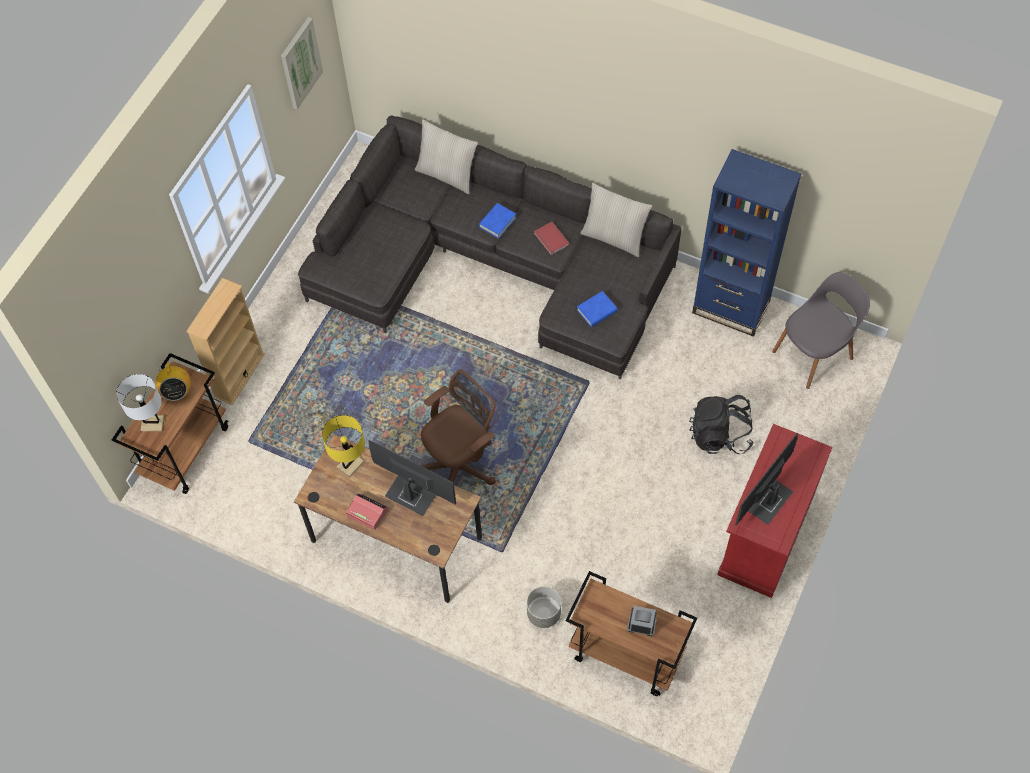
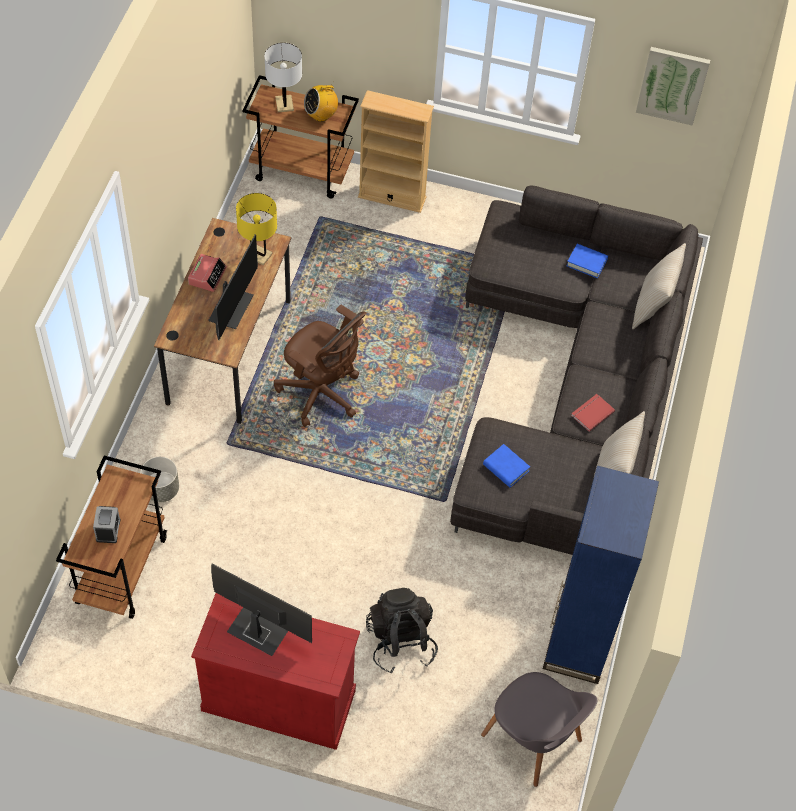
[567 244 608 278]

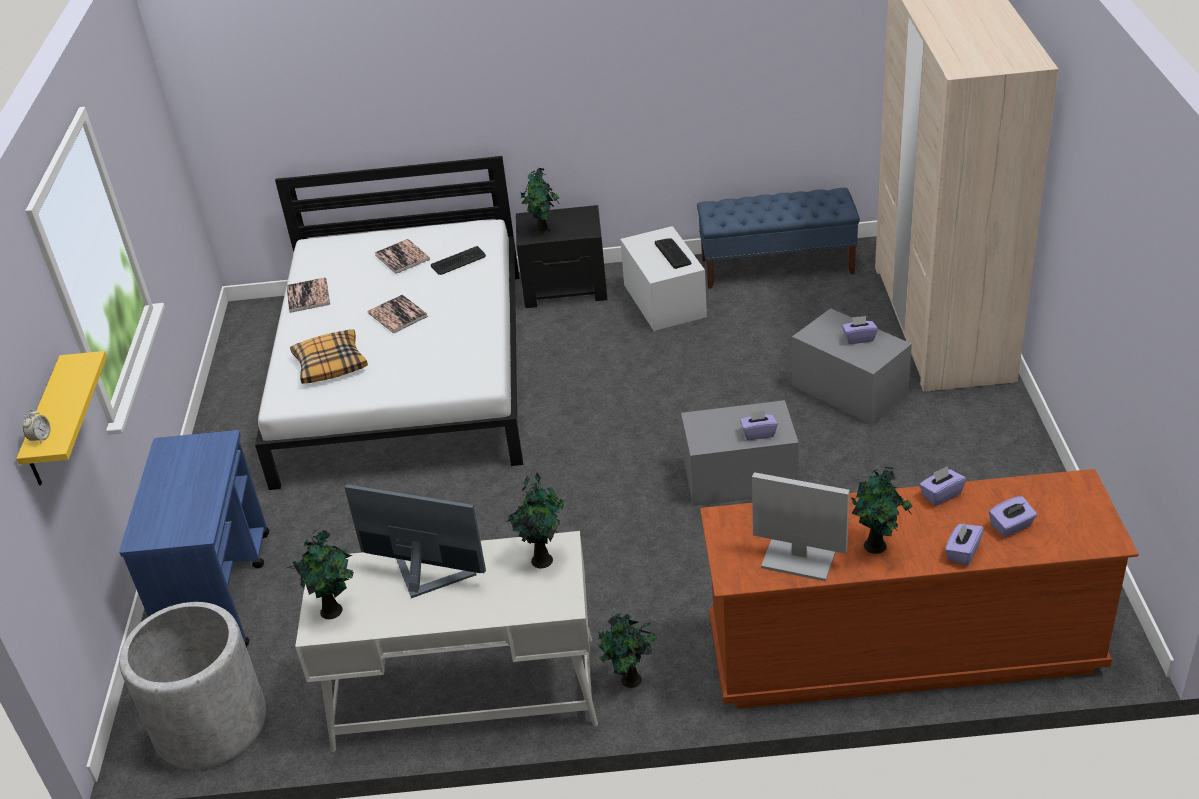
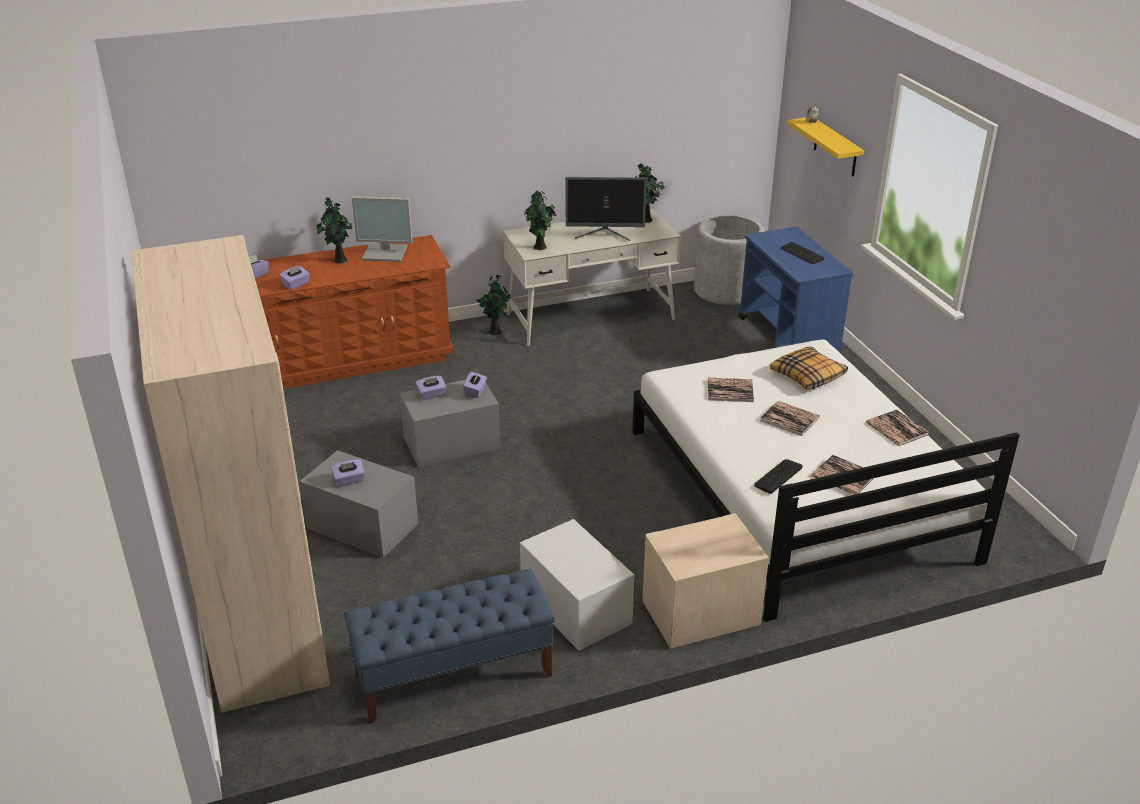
[463 371 487 398]
[642 513 769 649]
[708 378 754 402]
[781 242 824 264]
[521 168 559 235] (first image)

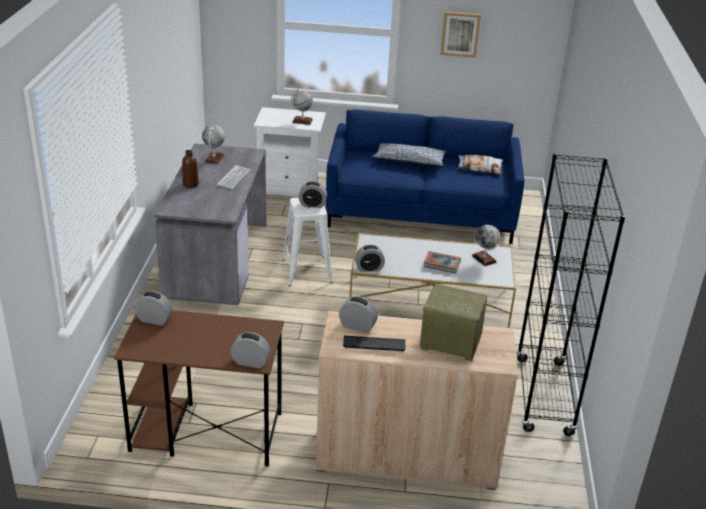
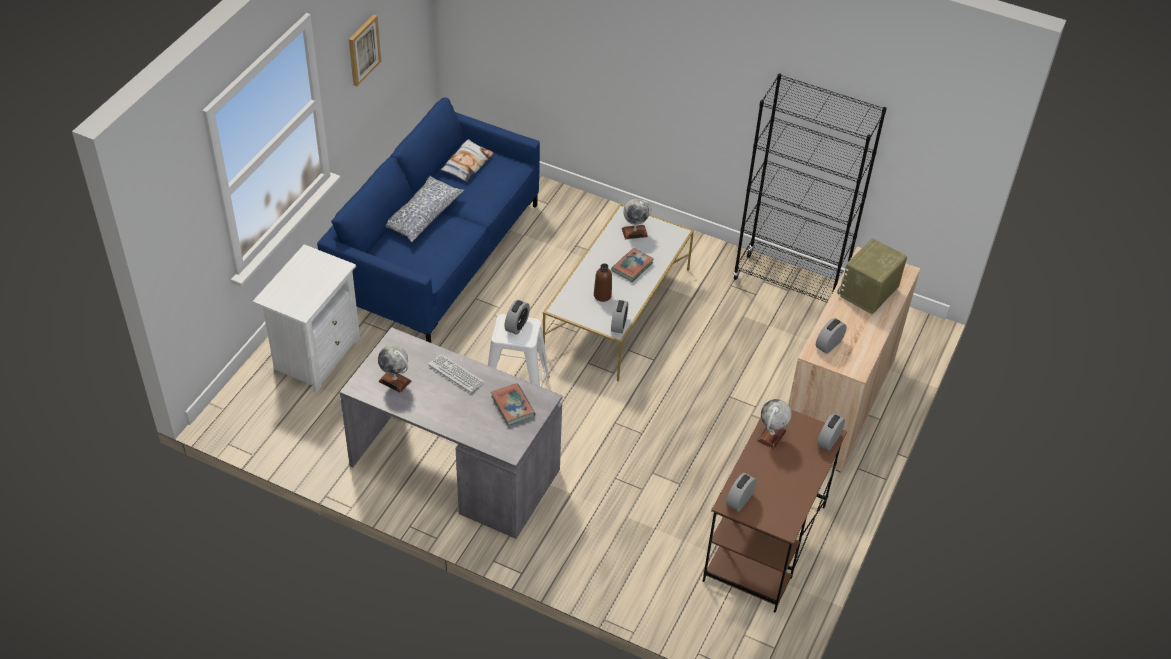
[491 383 535 426]
[594 263 612 302]
[757 399 792 449]
[343 336 405 352] (first image)

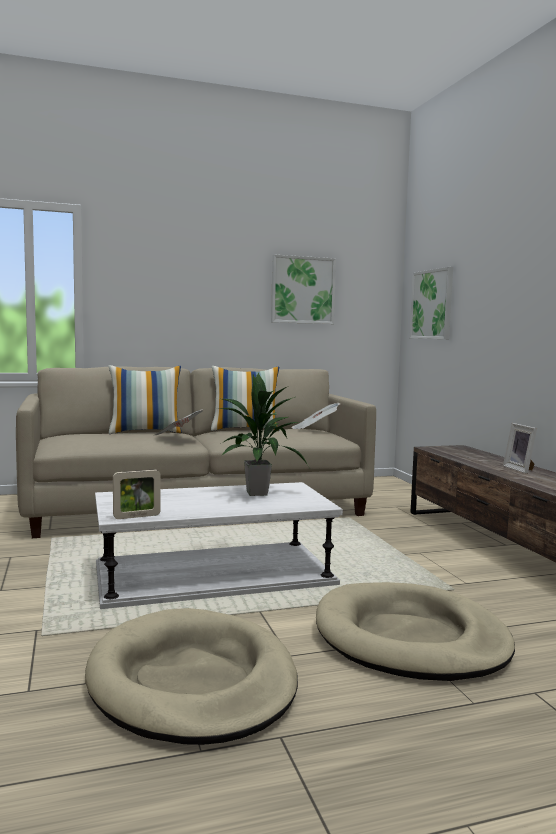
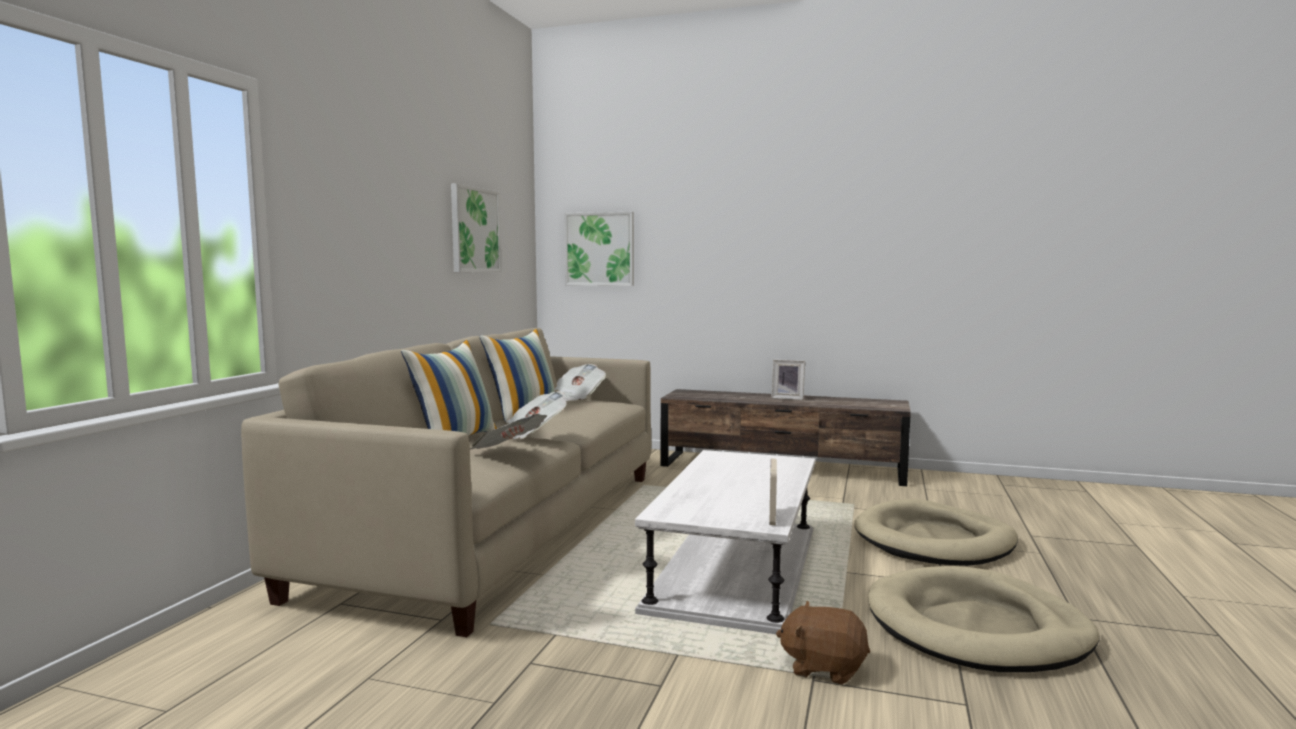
[470 414 547 450]
[776 601 870 685]
[218 372 309 496] (first image)

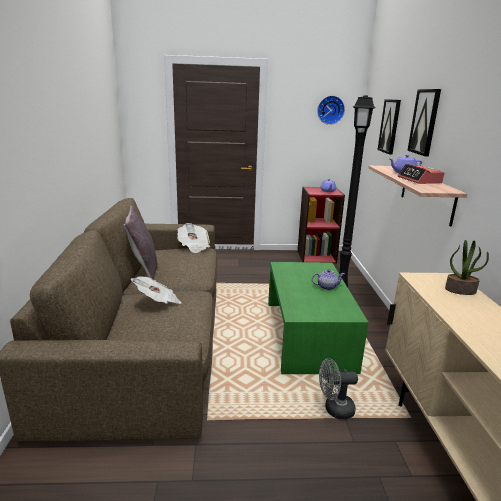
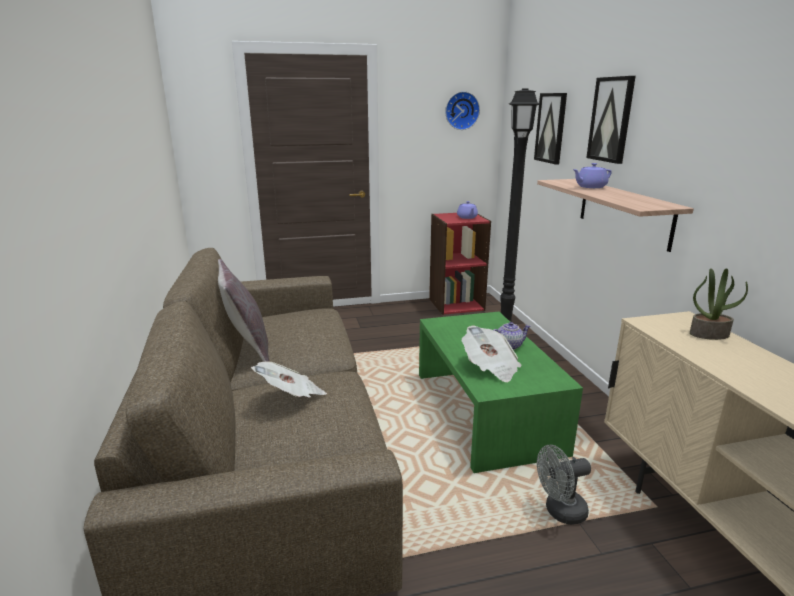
[462 325 521 382]
[398 164 444 184] (first image)

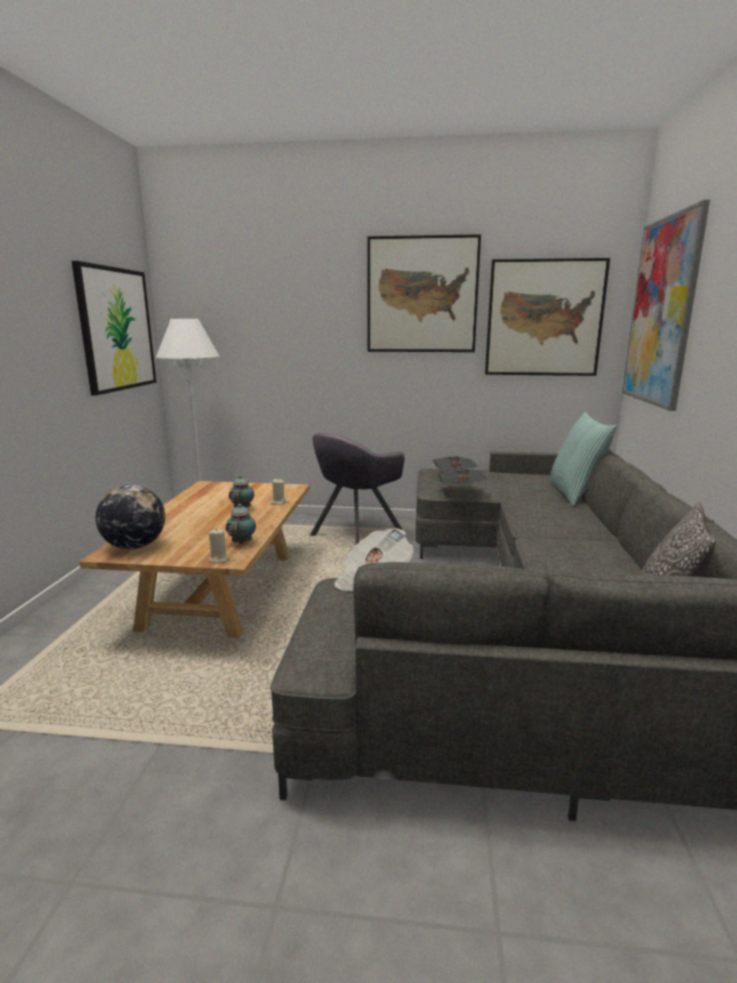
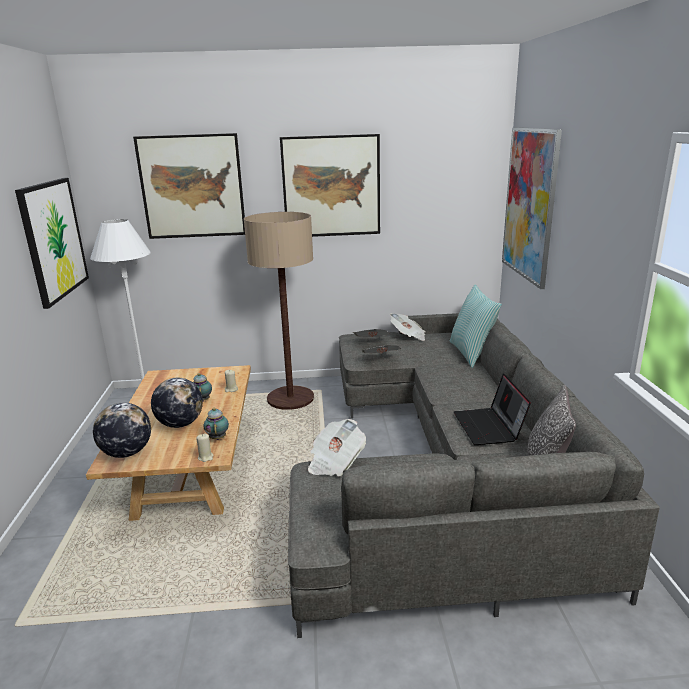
[133 133 245 239]
[151 378 203 428]
[244 212 314 410]
[390 313 425 341]
[454 373 531 445]

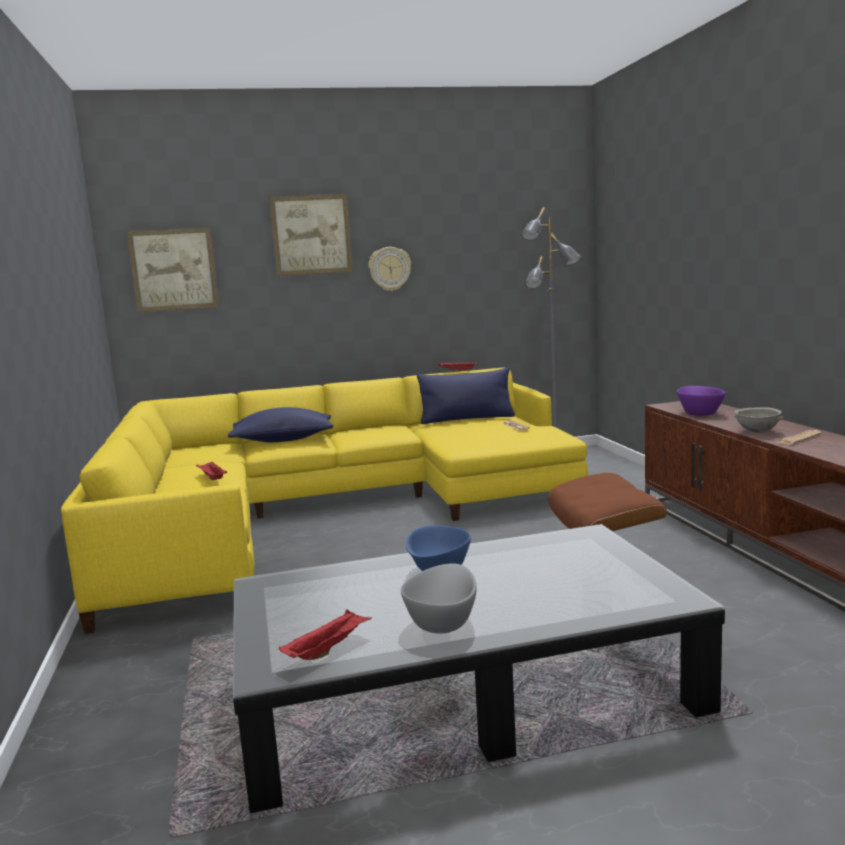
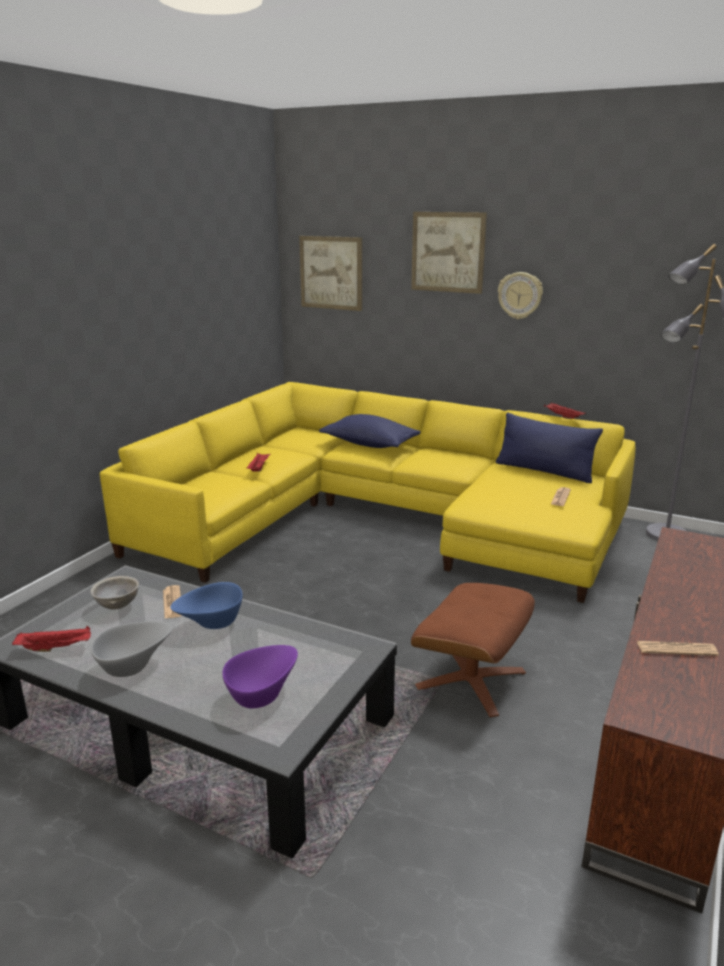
[90 576 139 609]
[163 585 182 618]
[222 645 298 708]

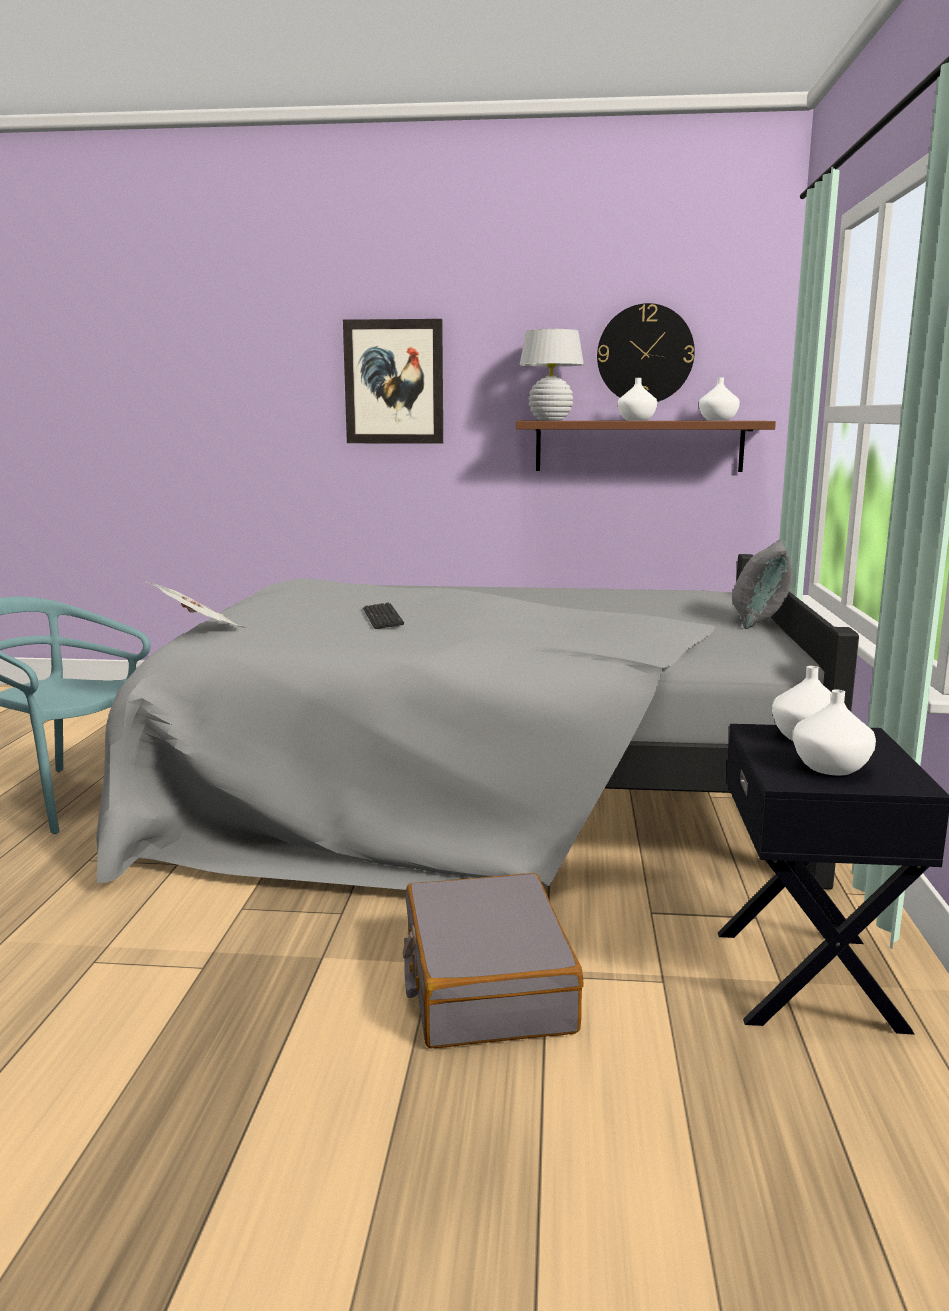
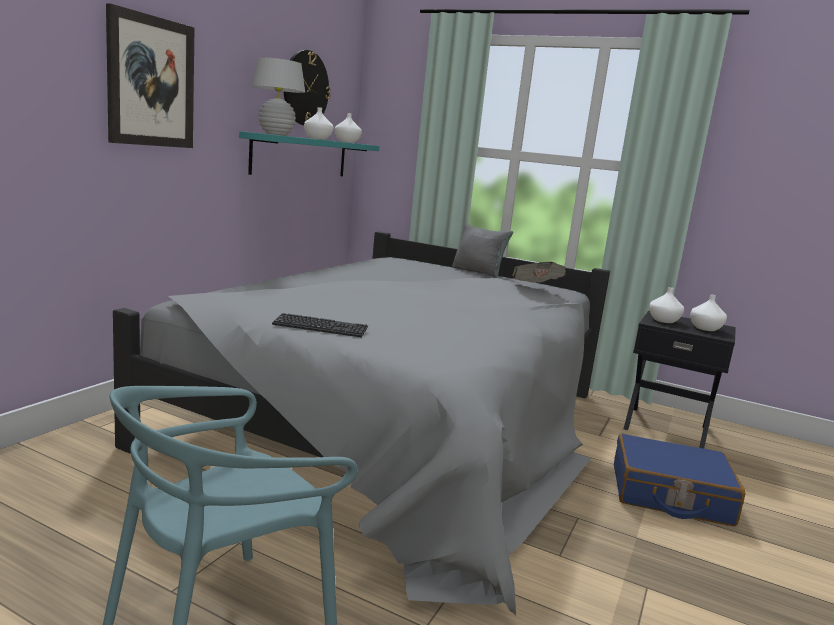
[239 131 379 176]
[272 313 368 337]
[513 262 566 283]
[614 434 746 526]

